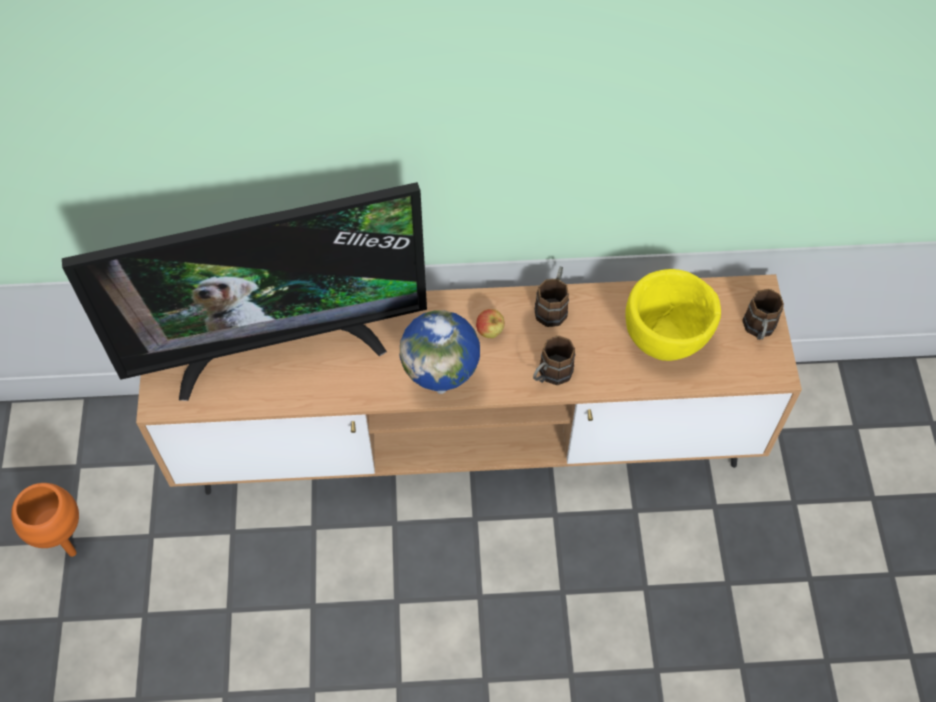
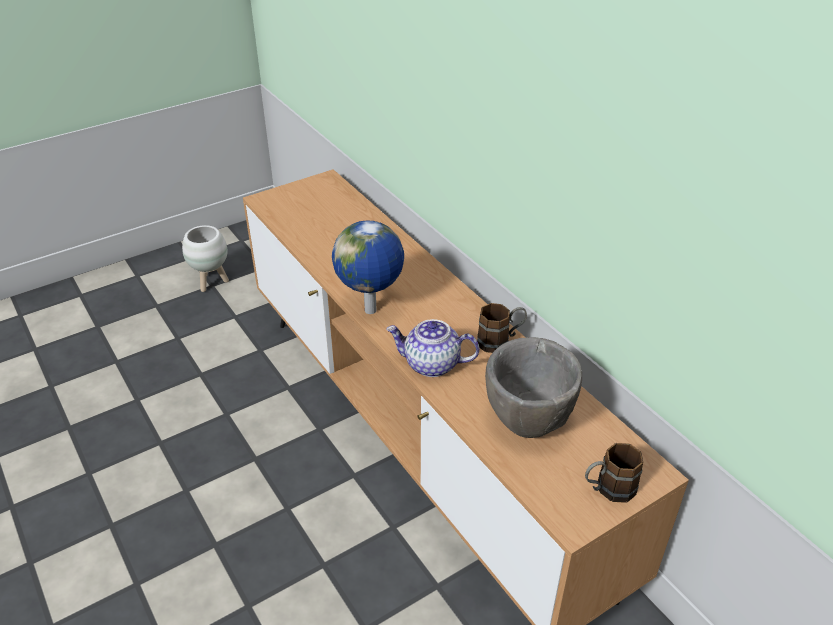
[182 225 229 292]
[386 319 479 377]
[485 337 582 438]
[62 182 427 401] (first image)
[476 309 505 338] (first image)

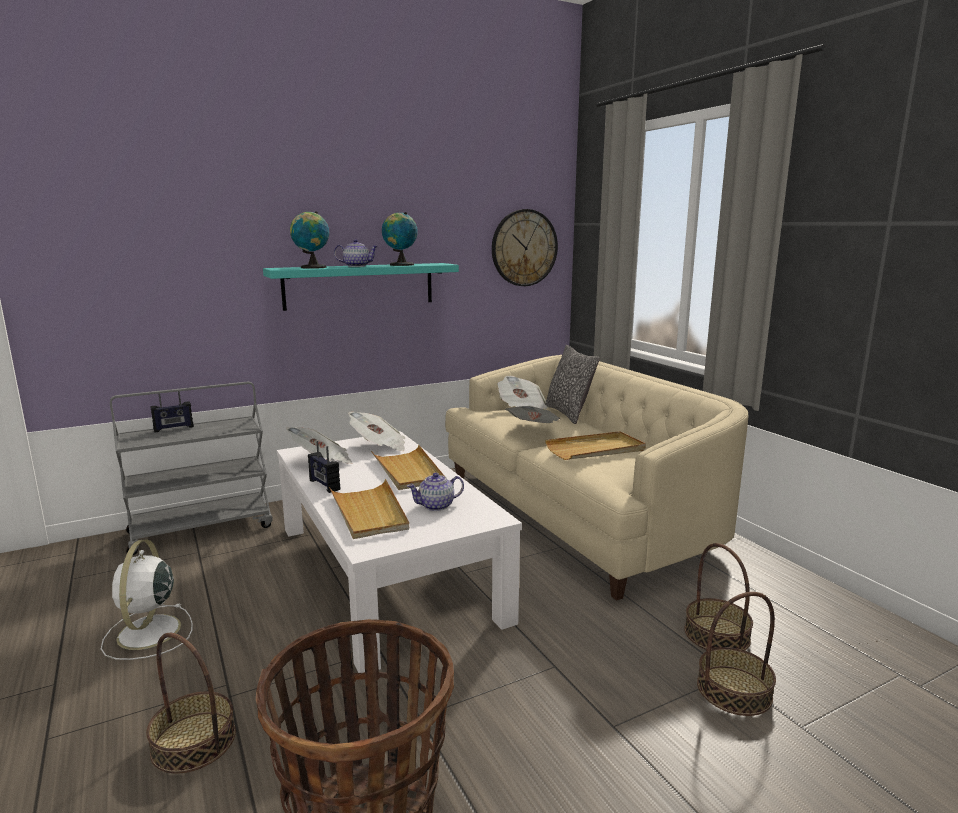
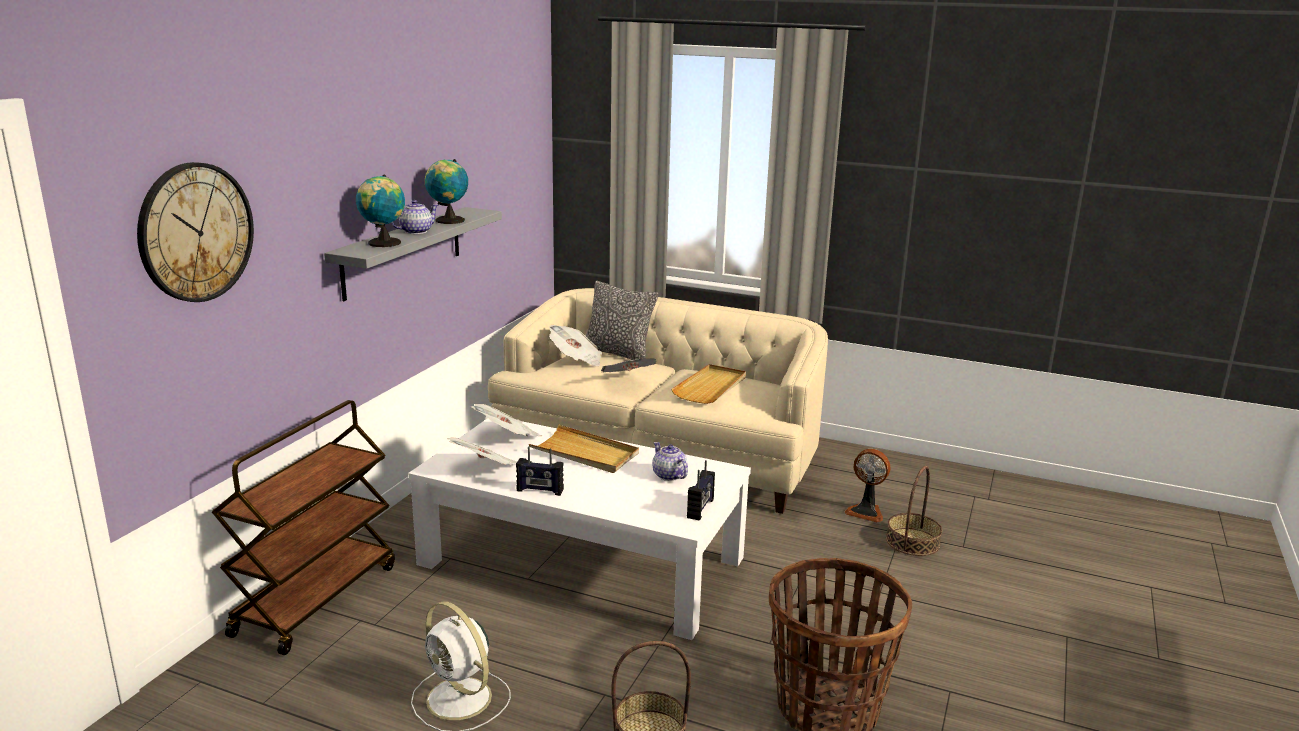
[137 162 254 302]
[212 400 395 655]
[324 207 502 301]
[652 442 688 481]
[687 460 715 521]
[844 449 890 523]
[329 479 409 539] (first image)

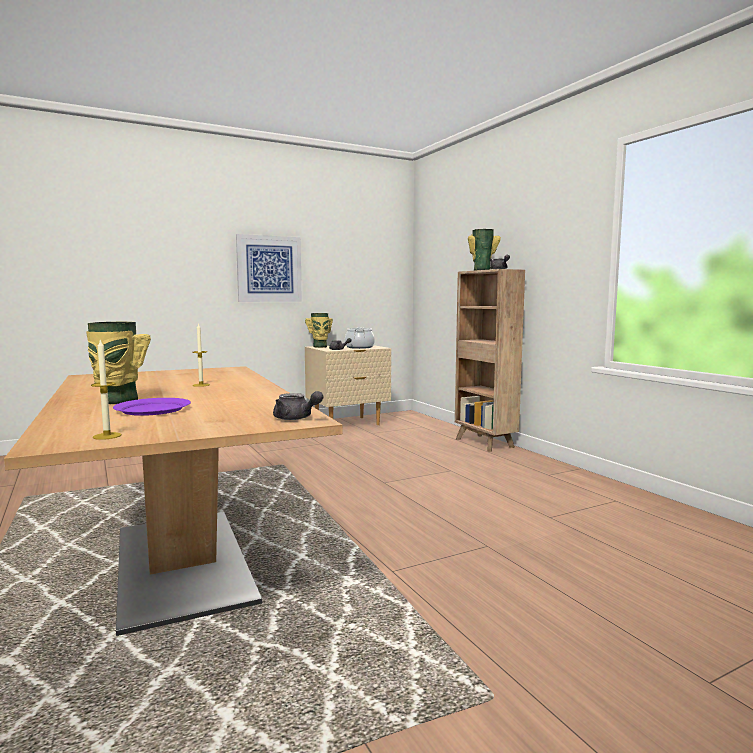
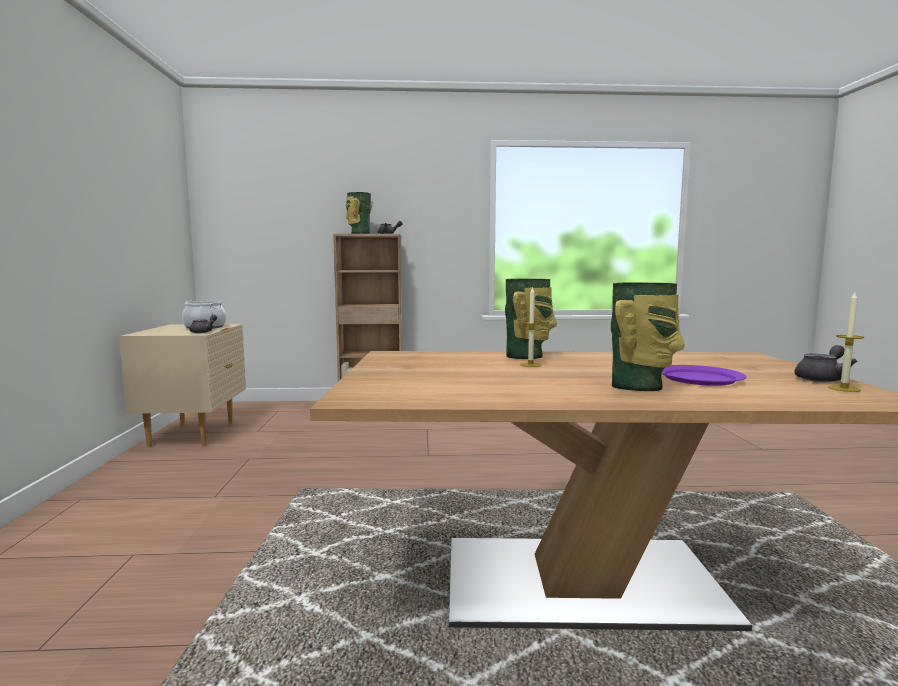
[505 279 557 359]
[794 345 857 382]
[236 234 302 302] (first image)

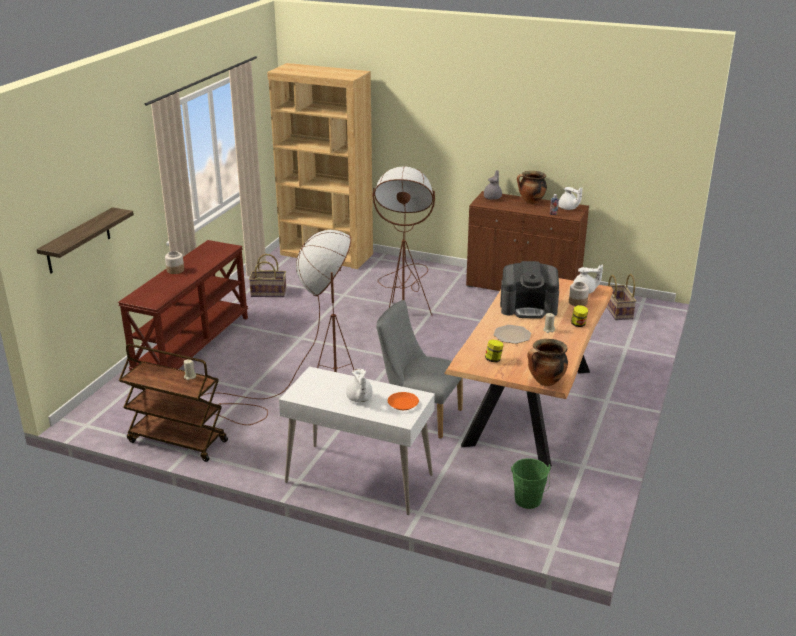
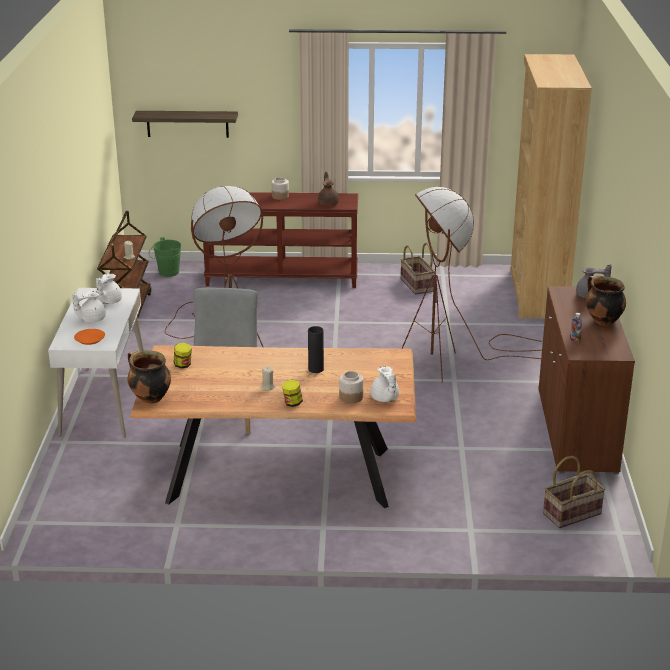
[96 273 122 304]
[149 237 181 277]
[308 326 324 373]
[318 172 339 206]
[493 325 531 344] (first image)

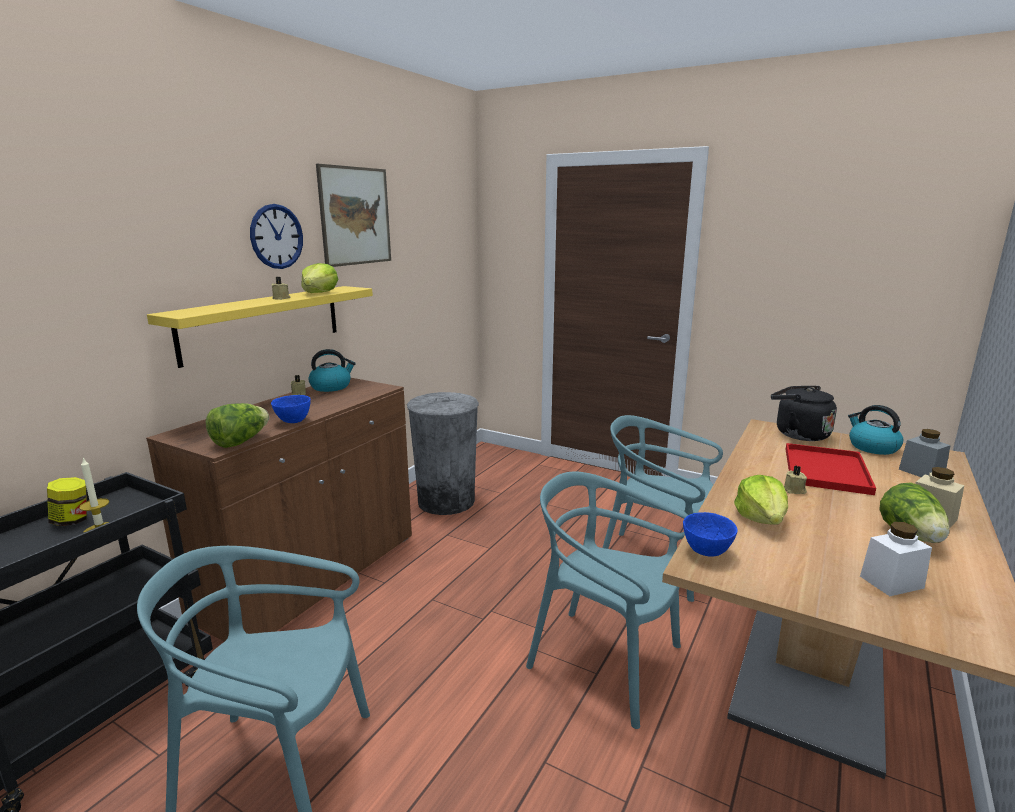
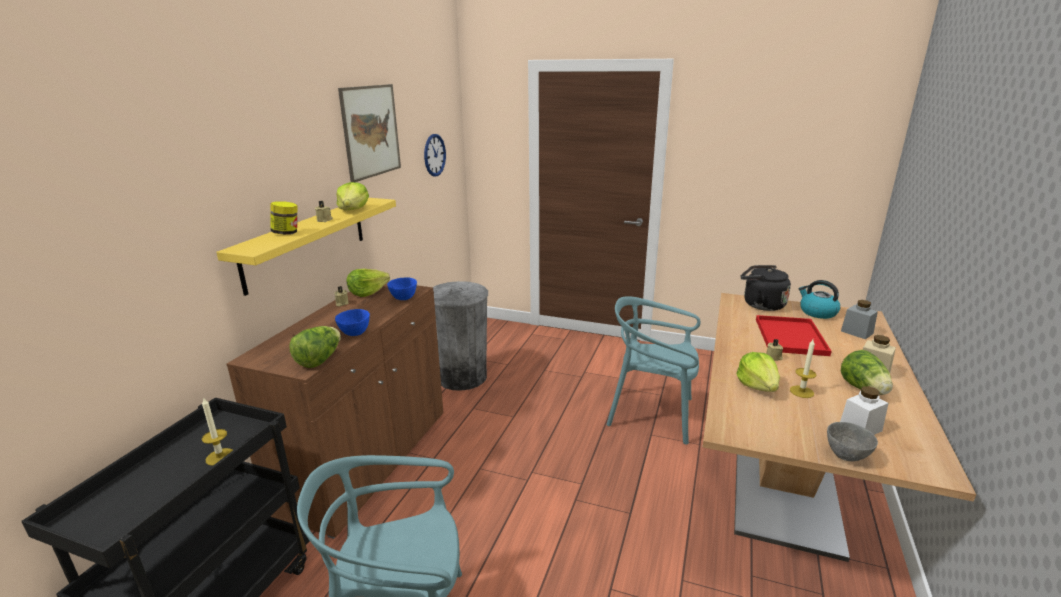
[270 201 298 235]
[347 269 390 297]
[387 277 417 300]
[424 134 446 176]
[790 339 816 398]
[827 422 878 461]
[526 472 688 729] (first image)

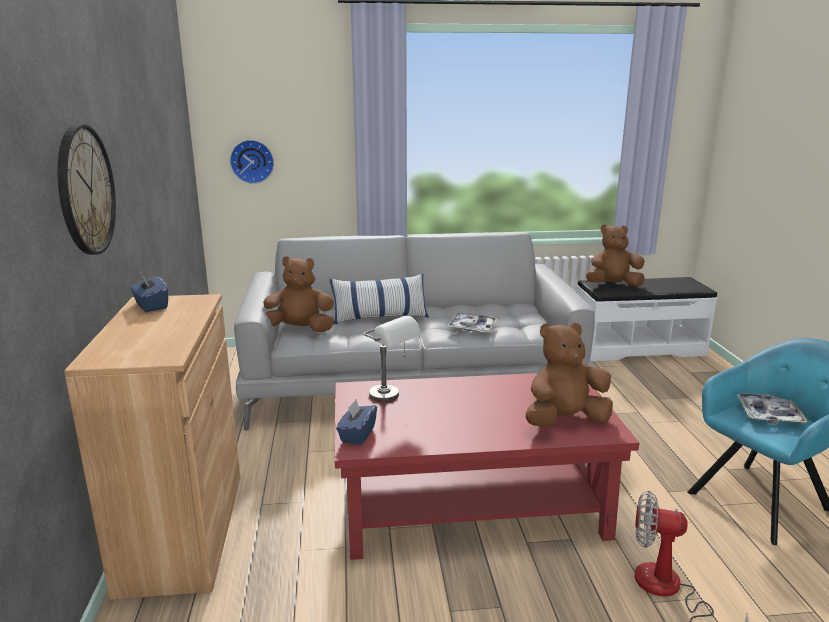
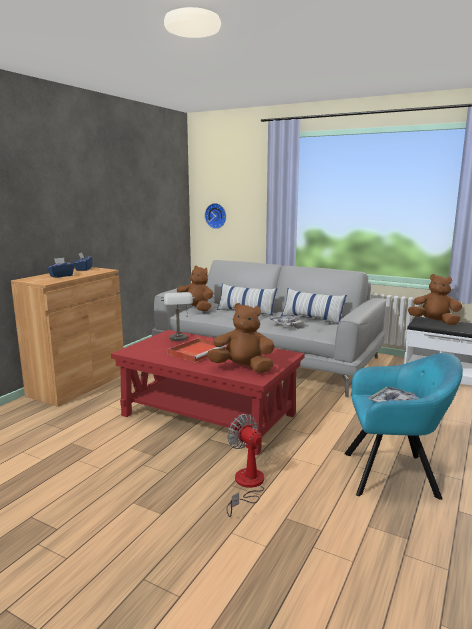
[47 258 74 278]
[168 338 227 363]
[281 288 347 323]
[57 124 116 255] (first image)

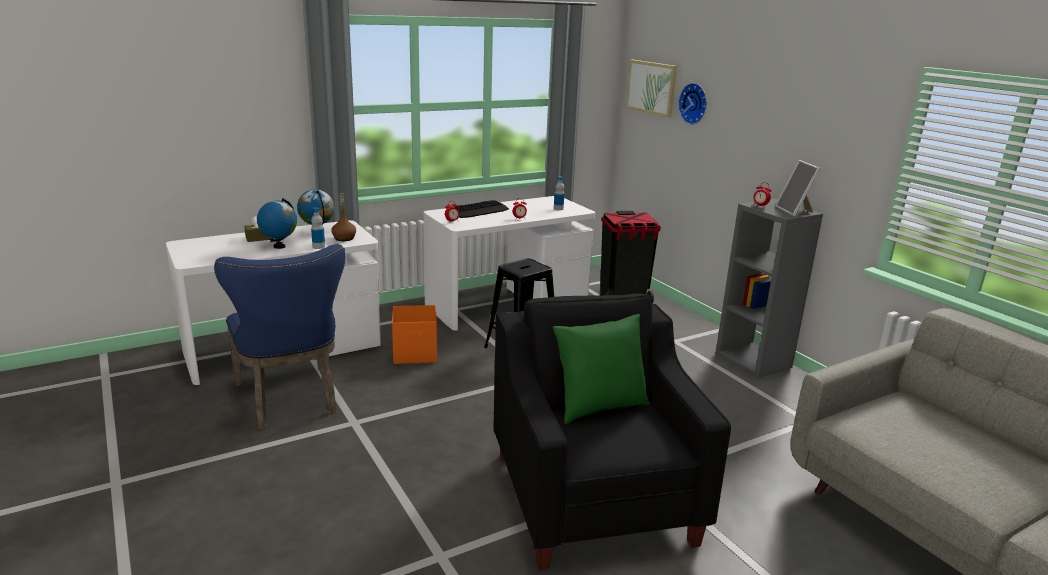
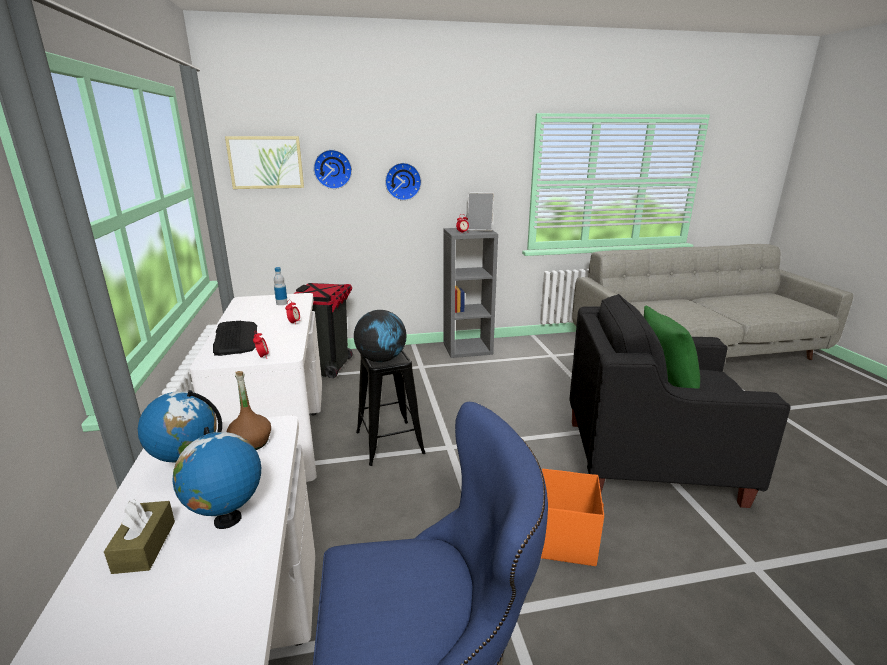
[354 310 406 362]
[385 163 421 201]
[541 469 604 566]
[311 207 325 249] (first image)

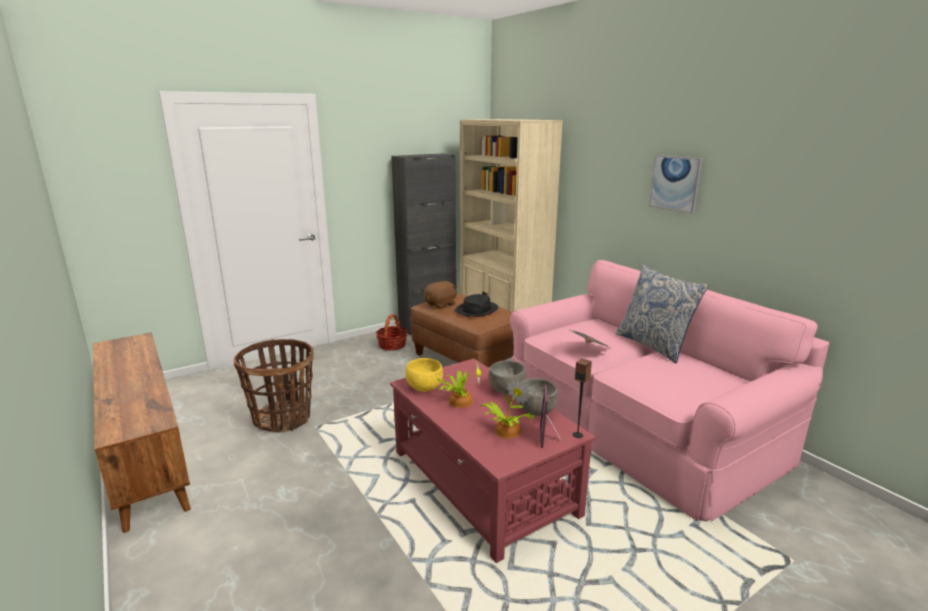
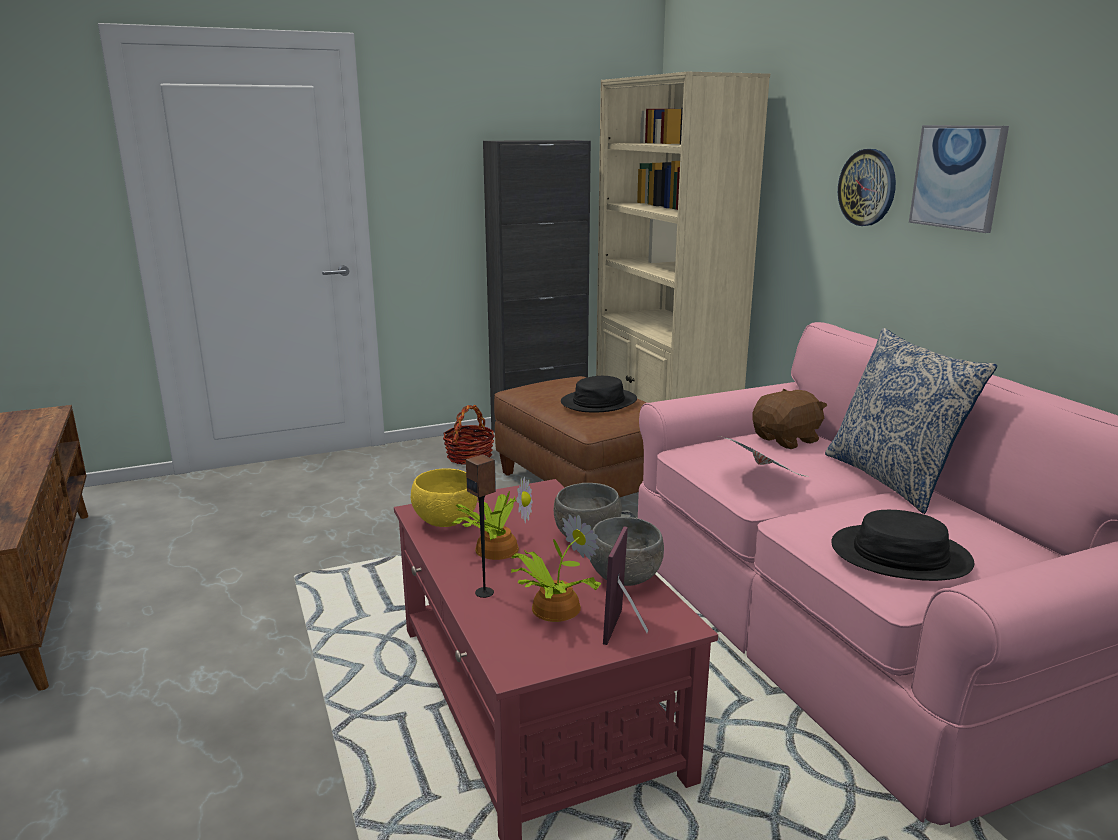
[466 454 496 598]
[752 389 827 449]
[831 510 974 581]
[838 149 896 226]
[234 339 314 433] (first image)

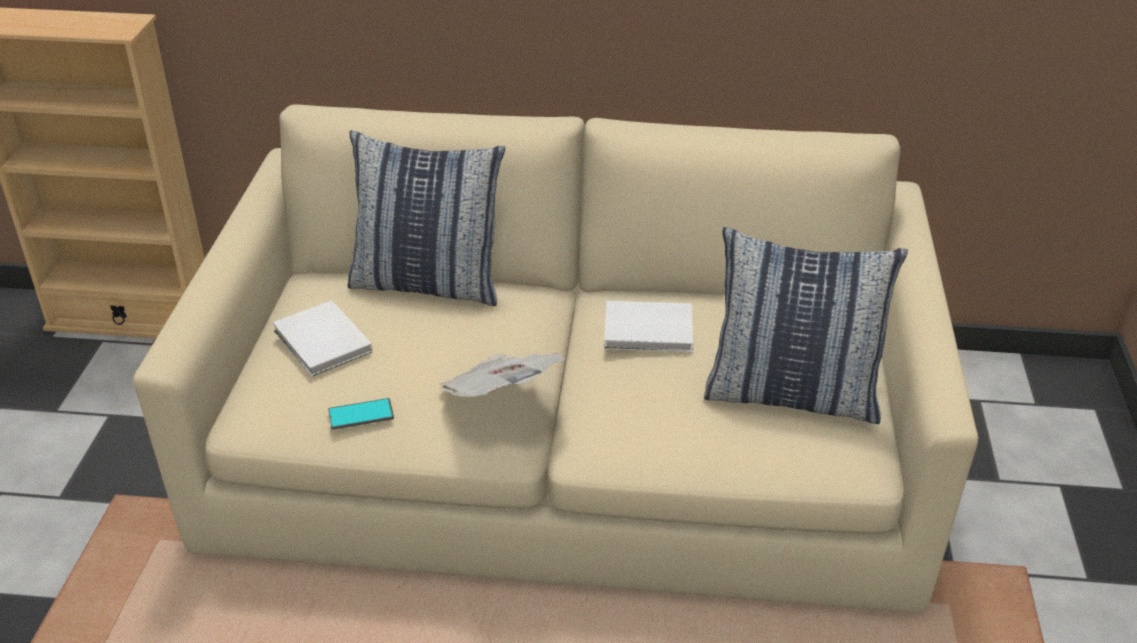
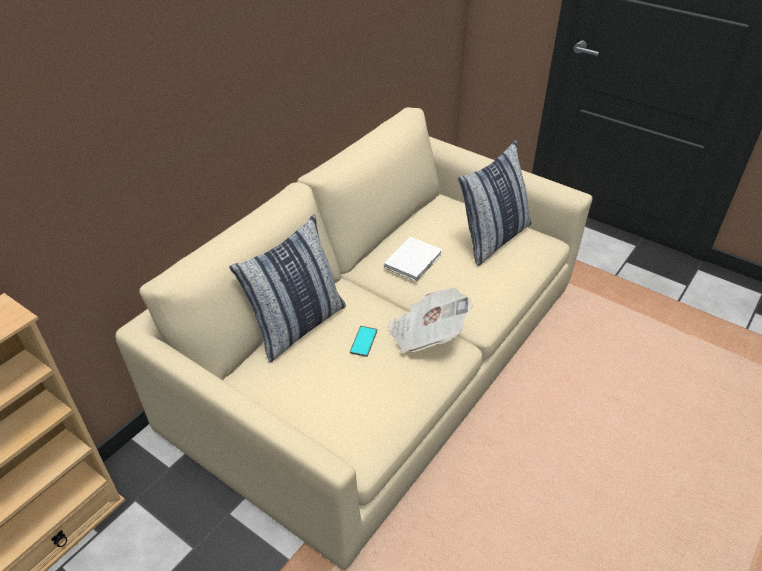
[350 326 377 357]
[272 300 373 377] (first image)

